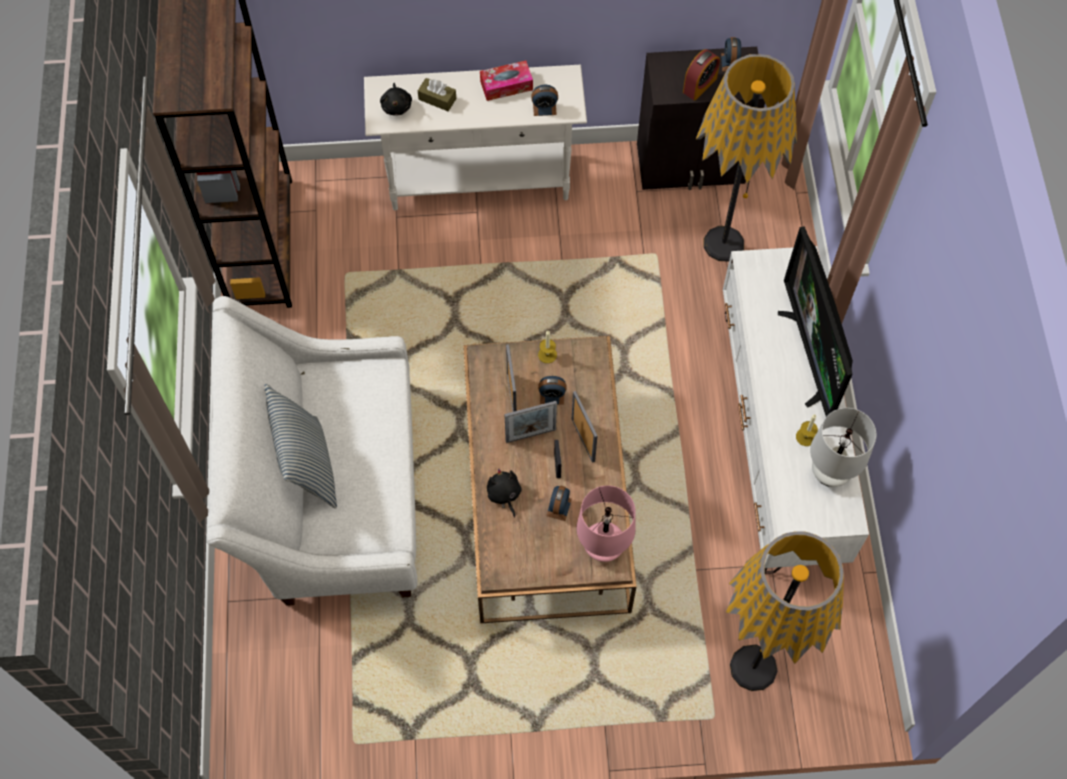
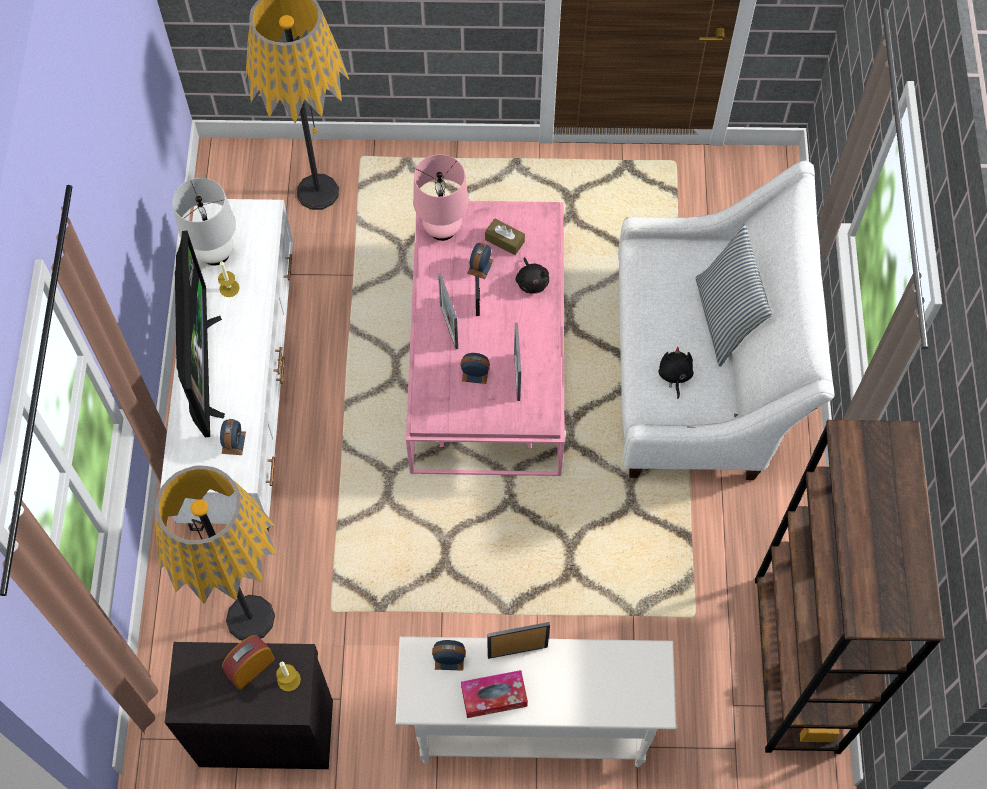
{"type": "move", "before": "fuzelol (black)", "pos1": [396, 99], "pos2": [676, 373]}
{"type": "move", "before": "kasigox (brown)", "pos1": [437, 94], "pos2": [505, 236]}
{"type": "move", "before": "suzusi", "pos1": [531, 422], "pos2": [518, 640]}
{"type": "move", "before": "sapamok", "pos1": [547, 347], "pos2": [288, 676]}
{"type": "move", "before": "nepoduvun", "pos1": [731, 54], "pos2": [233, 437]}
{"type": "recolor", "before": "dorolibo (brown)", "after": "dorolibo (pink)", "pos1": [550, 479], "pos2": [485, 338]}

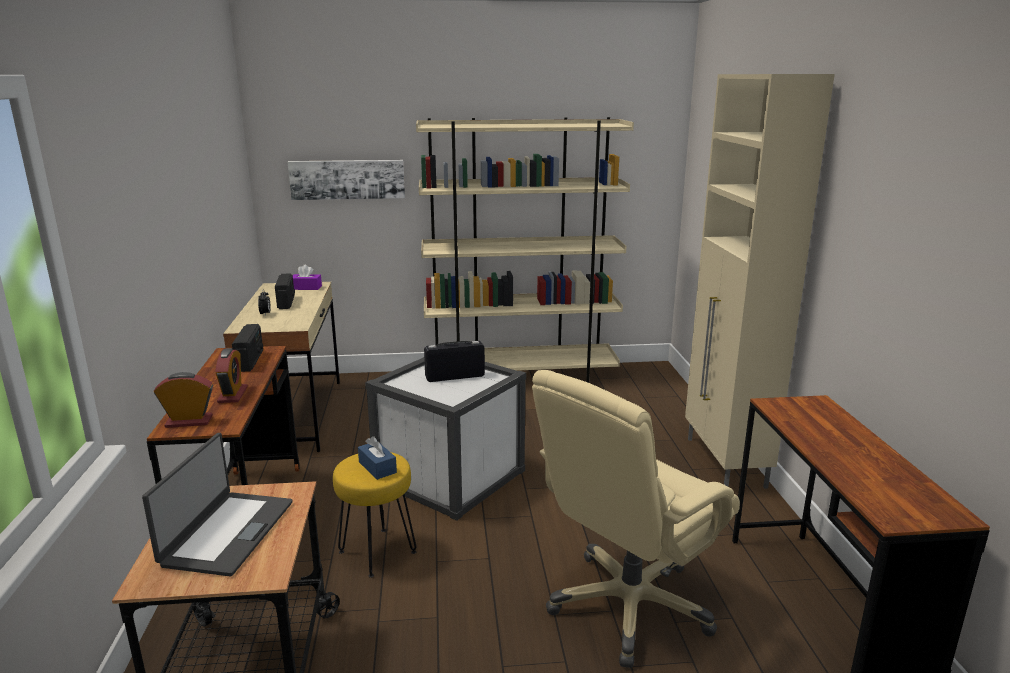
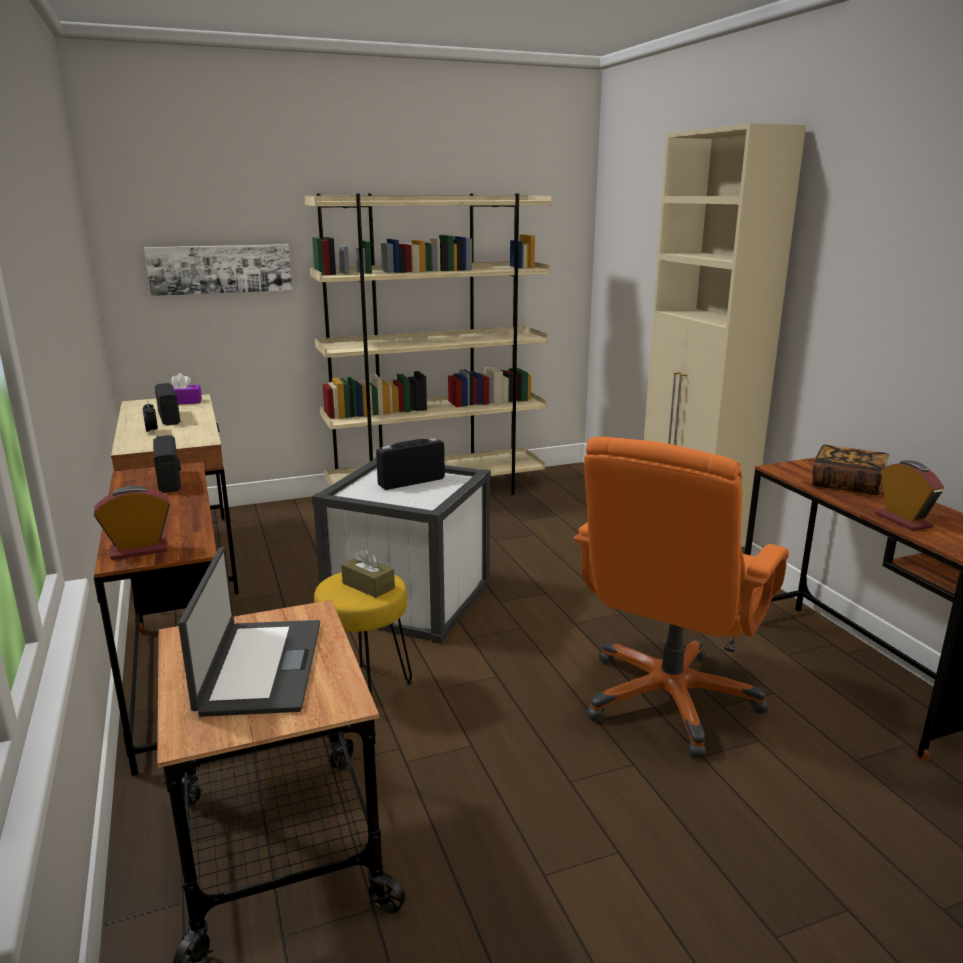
{"type": "insert", "after": "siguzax", "pos2": [850, 470]}
{"type": "move", "before": "nepoduvun", "pos1": [231, 375], "pos2": [909, 495]}
{"type": "recolor", "before": "kasigox (blue)", "after": "kasigox (brown)", "pos1": [377, 458], "pos2": [368, 573]}
{"type": "recolor", "before": "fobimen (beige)", "after": "fobimen (orange)", "pos1": [636, 519], "pos2": [681, 597]}

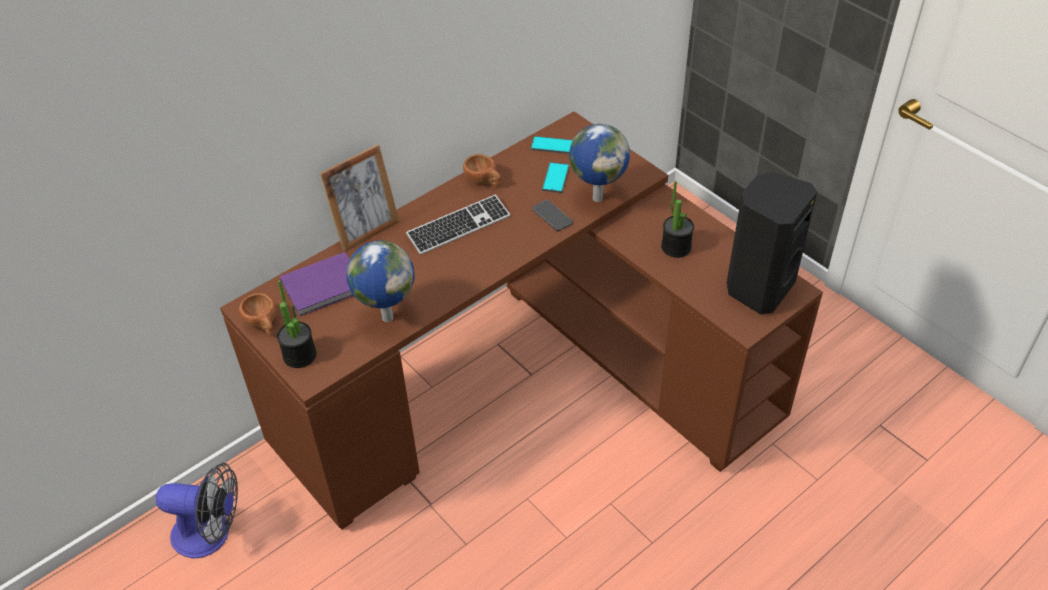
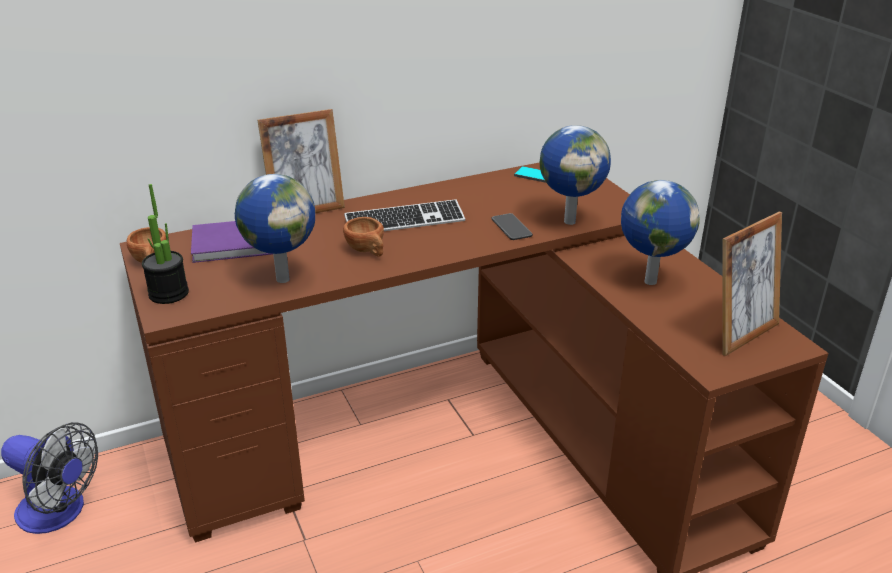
{"type": "delete", "before": "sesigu", "pos1": [555, 177]}
{"type": "move", "before": "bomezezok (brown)", "pos1": [482, 170], "pos2": [363, 237]}
{"type": "replace", "before": "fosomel", "after": "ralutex", "pos1": [677, 219], "pos2": [660, 232]}
{"type": "replace", "before": "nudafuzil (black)", "after": "suzusi", "pos1": [772, 243], "pos2": [752, 284]}

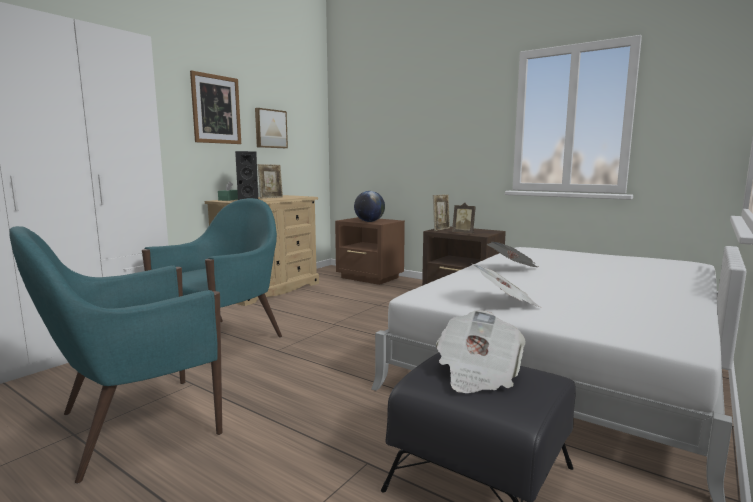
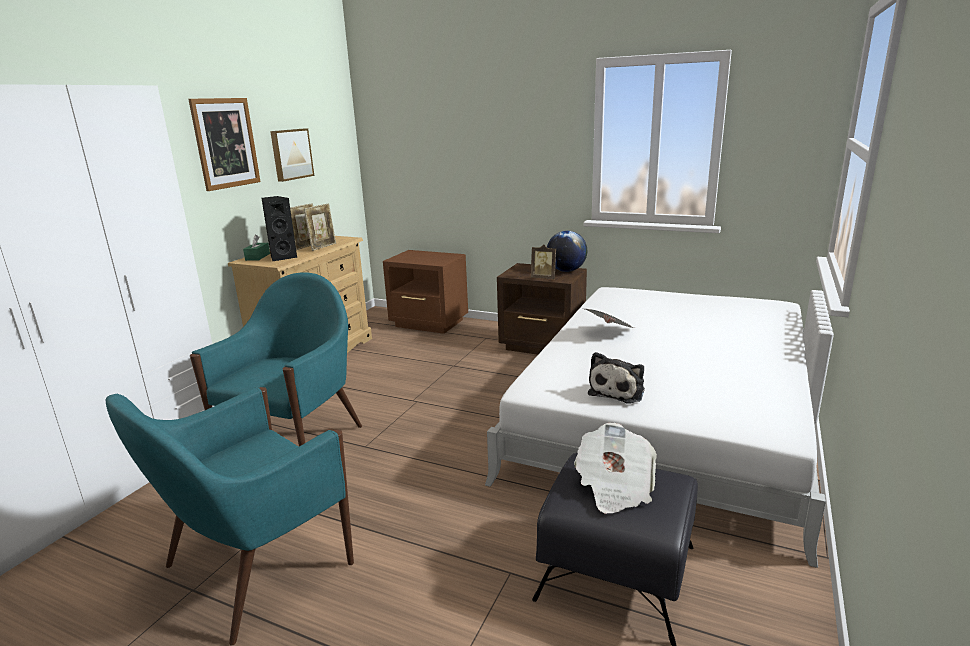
{"type": "move", "before": "ralutex", "pos1": [369, 206], "pos2": [567, 251]}
{"type": "move", "before": "suzusi", "pos1": [441, 212], "pos2": [320, 227]}
{"type": "replace", "before": "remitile", "after": "fuzelol", "pos1": [507, 286], "pos2": [616, 377]}

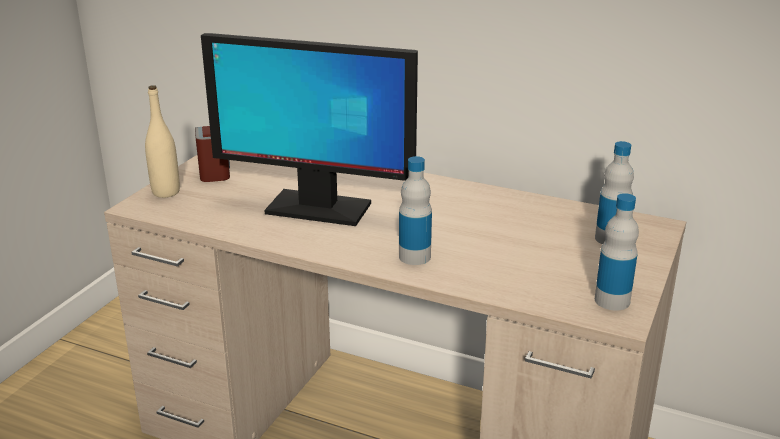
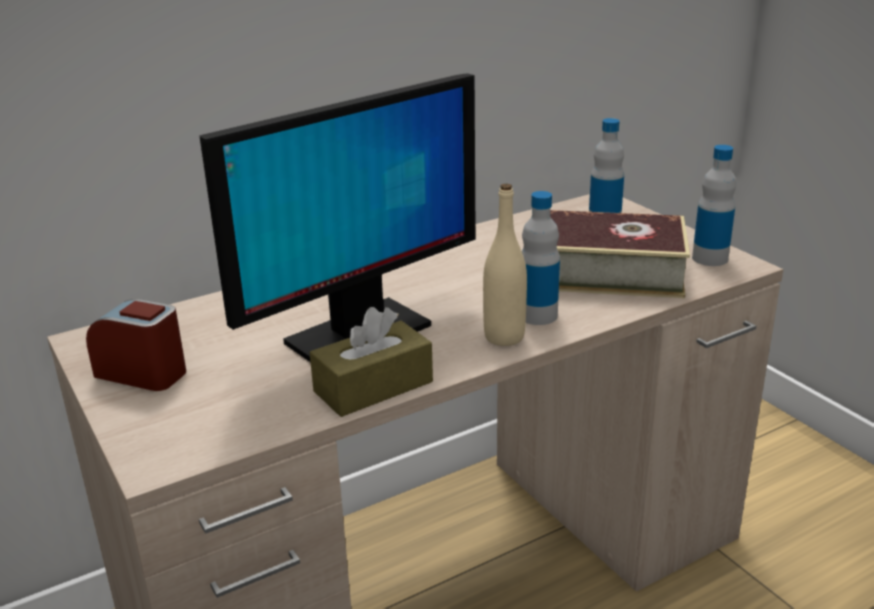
{"type": "insert", "after": "kasigox (brown)", "pos2": [371, 362]}
{"type": "insert", "after": "siguzax", "pos2": [620, 254]}
{"type": "move", "before": "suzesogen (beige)", "pos1": [162, 141], "pos2": [505, 265]}

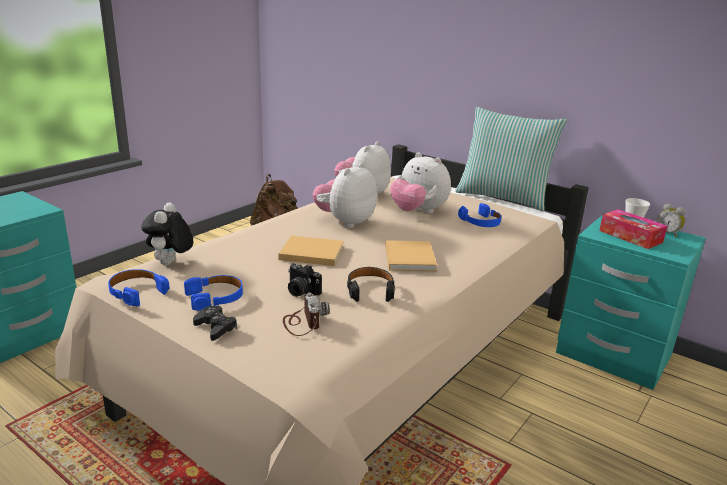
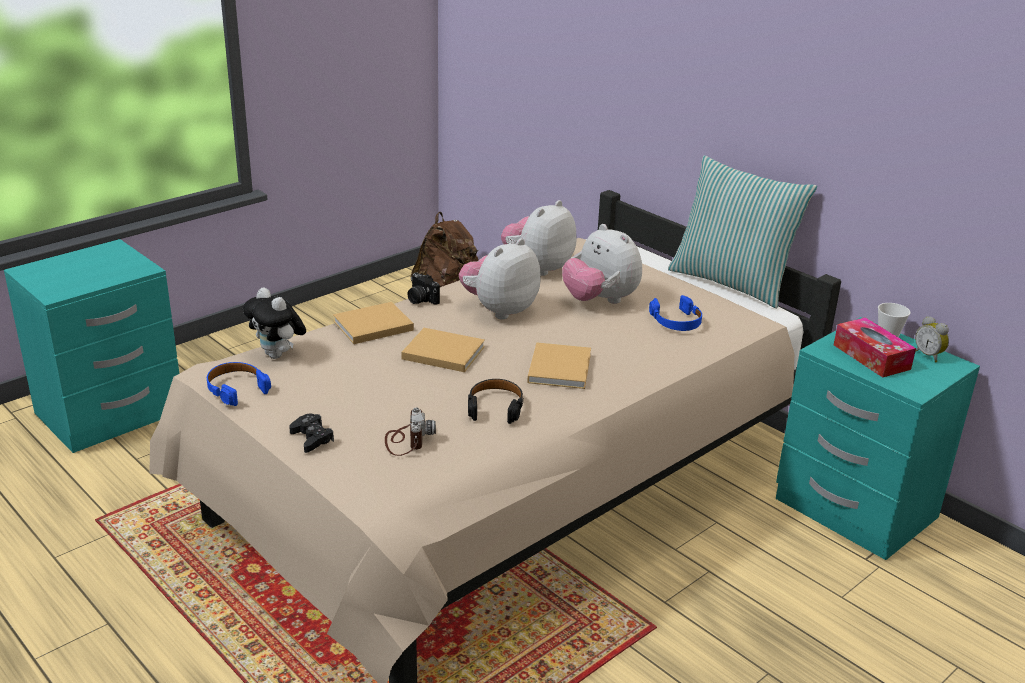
{"type": "delete", "before": "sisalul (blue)", "pos1": [213, 293]}
{"type": "insert", "after": "siguzax (beige)", "pos2": [373, 323]}
{"type": "move", "before": "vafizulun", "pos1": [305, 280], "pos2": [423, 288]}
{"type": "rotate", "before": "fuzelol", "pos1": [167, 234], "pos2": [274, 323], "turn": -60}

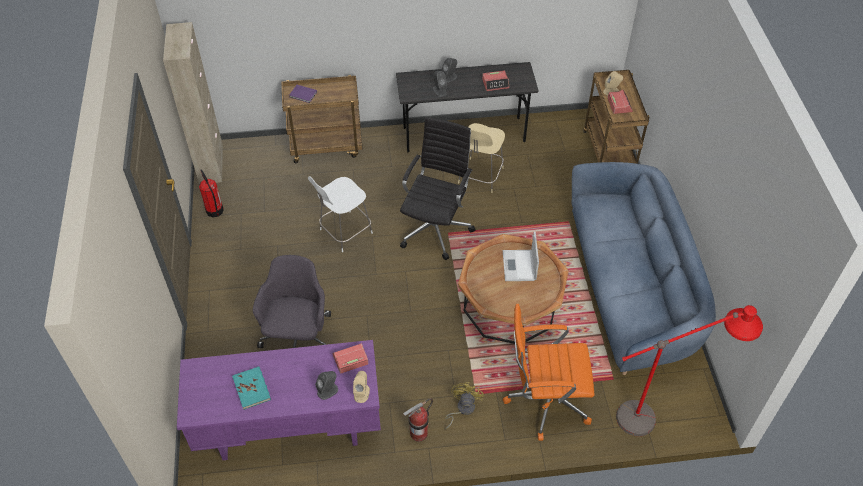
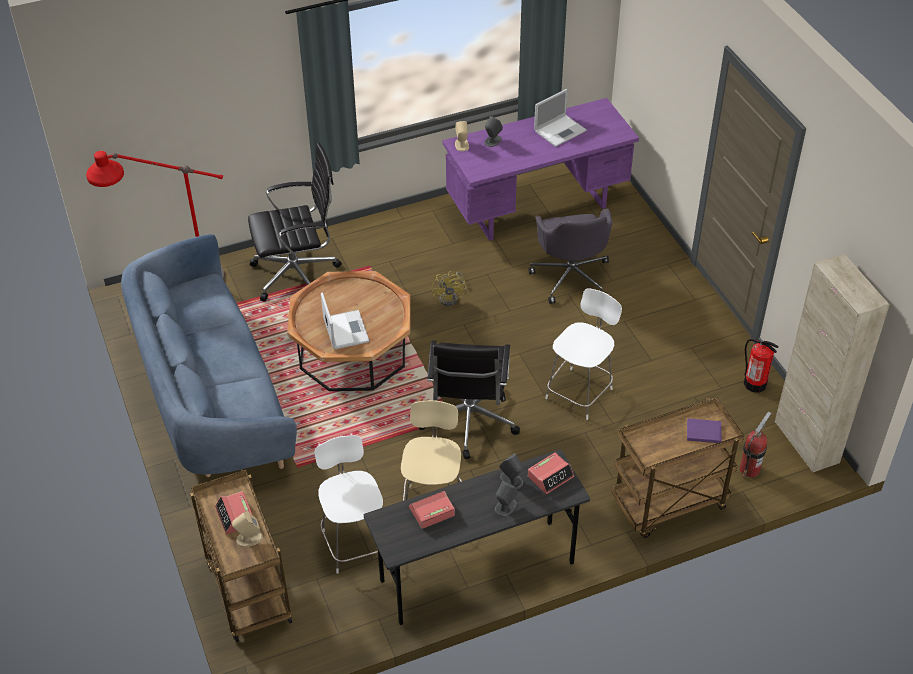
{"type": "insert", "after": "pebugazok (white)", "pos2": [348, 504]}
{"type": "move", "before": "nepoduvun", "pos1": [350, 358], "pos2": [551, 473]}
{"type": "move", "before": "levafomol", "pos1": [418, 420], "pos2": [755, 445]}
{"type": "move", "before": "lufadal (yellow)", "pos1": [464, 406], "pos2": [449, 288]}
{"type": "replace", "before": "siguzax (turquoise)", "after": "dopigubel", "pos1": [251, 388], "pos2": [560, 118]}
{"type": "recolor", "before": "fobimen (orange)", "after": "fobimen (black)", "pos1": [548, 372], "pos2": [295, 222]}

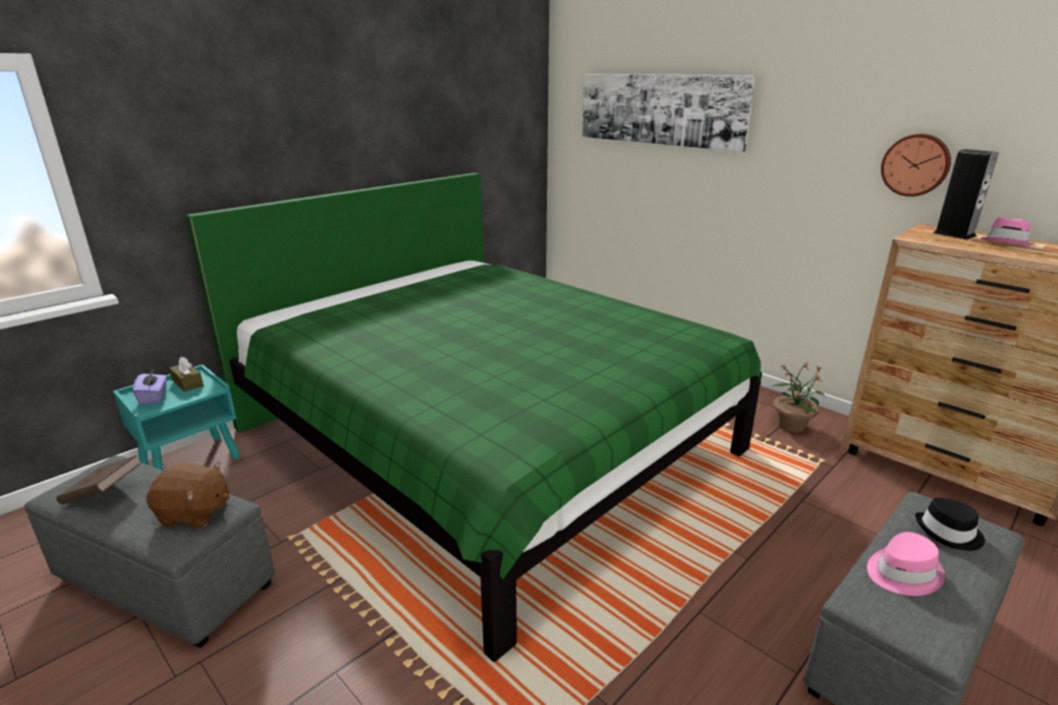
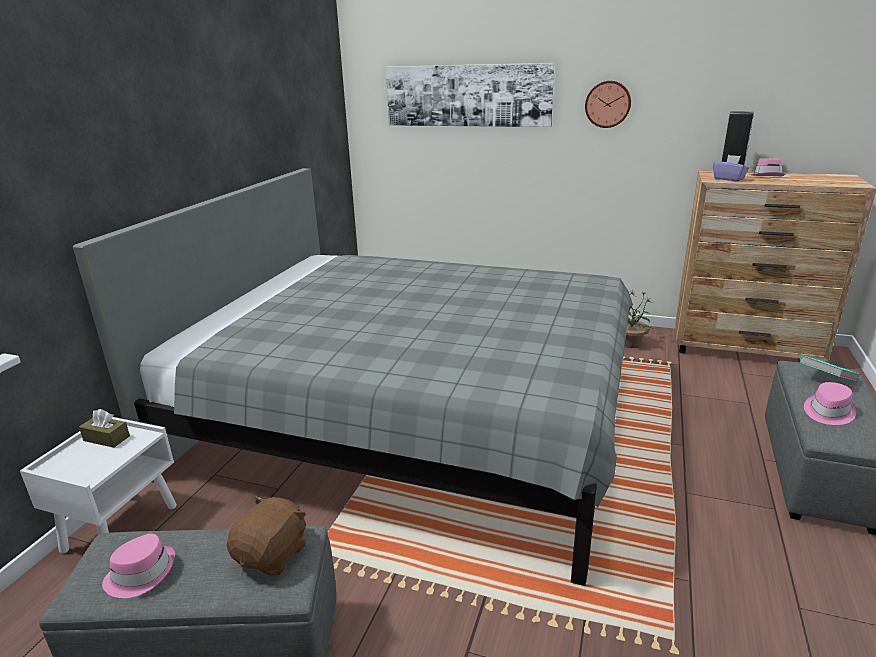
{"type": "move", "before": "kasigox (purple)", "pos1": [150, 386], "pos2": [731, 168]}
{"type": "move", "before": "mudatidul", "pos1": [916, 165], "pos2": [608, 104]}
{"type": "replace", "before": "siguzax (brown)", "after": "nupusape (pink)", "pos1": [99, 480], "pos2": [138, 566]}
{"type": "replace", "before": "nupusape (black)", "after": "siguzax (turquoise)", "pos1": [950, 524], "pos2": [830, 368]}
{"type": "recolor", "before": "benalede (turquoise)", "after": "benalede (white)", "pos1": [176, 417], "pos2": [98, 485]}
{"type": "recolor", "before": "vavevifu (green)", "after": "vavevifu (grey)", "pos1": [474, 417], "pos2": [353, 377]}
{"type": "rotate", "before": "fuzelol (brown)", "pos1": [188, 495], "pos2": [266, 535], "turn": -45}

